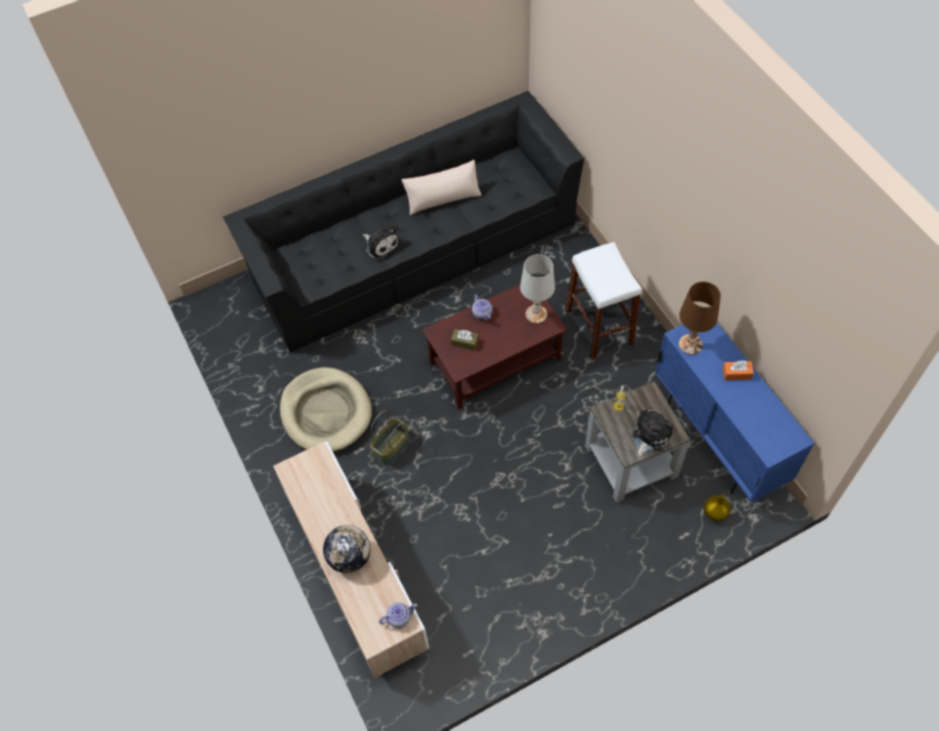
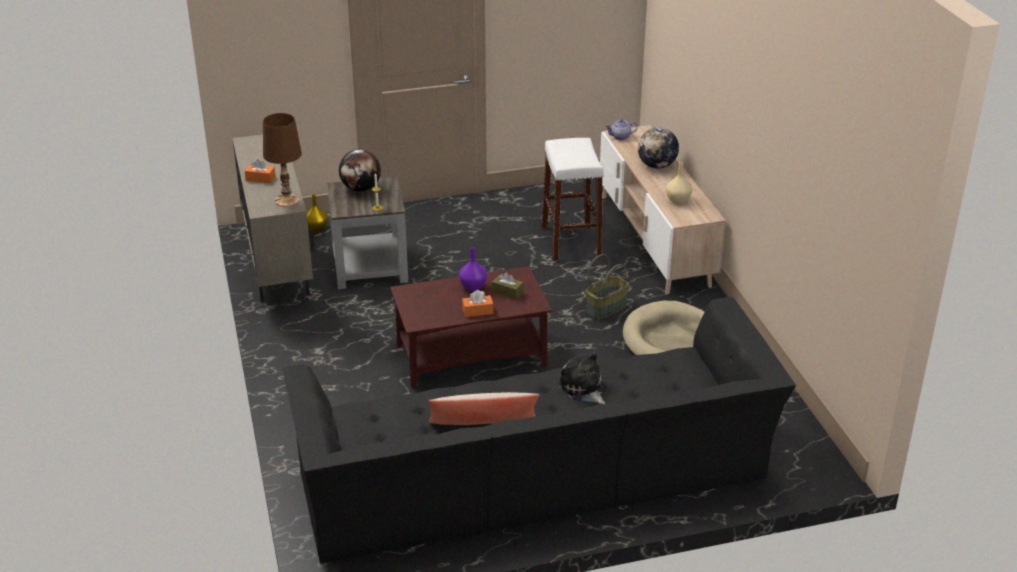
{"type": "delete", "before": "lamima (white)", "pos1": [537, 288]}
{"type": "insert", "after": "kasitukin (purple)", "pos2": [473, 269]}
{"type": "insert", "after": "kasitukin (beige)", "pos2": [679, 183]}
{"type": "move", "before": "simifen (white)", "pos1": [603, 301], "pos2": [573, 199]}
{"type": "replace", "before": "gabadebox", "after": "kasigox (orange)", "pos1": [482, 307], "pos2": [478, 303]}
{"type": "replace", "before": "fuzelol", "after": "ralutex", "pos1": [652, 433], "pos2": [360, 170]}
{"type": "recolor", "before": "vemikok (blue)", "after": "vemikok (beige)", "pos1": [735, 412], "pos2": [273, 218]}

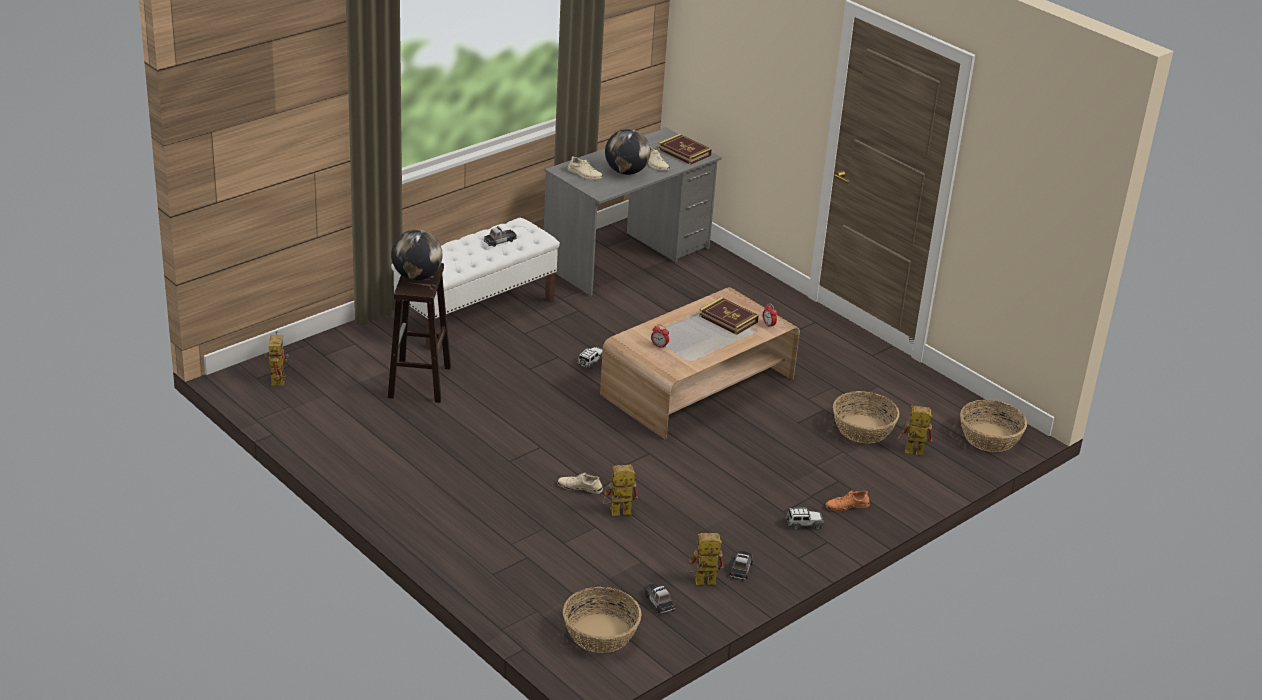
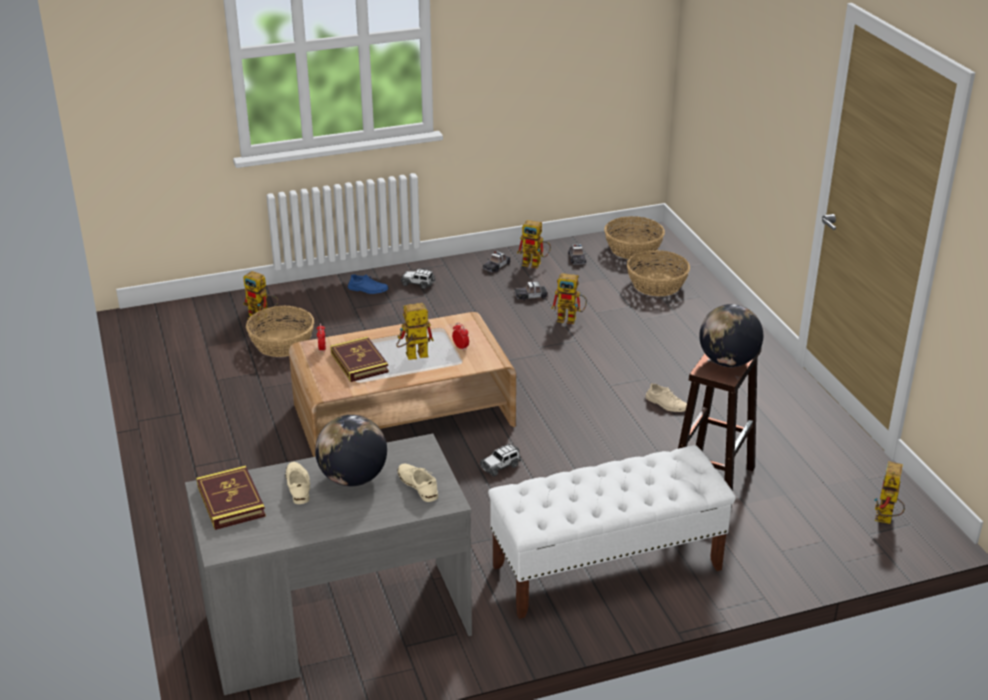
{"type": "insert", "after": "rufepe", "pos2": [415, 331]}
{"type": "move", "before": "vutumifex", "pos1": [500, 236], "pos2": [531, 291]}
{"type": "move", "before": "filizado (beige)", "pos1": [580, 483], "pos2": [666, 397]}
{"type": "move", "before": "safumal", "pos1": [993, 426], "pos2": [658, 273]}
{"type": "recolor", "before": "filizado (orange)", "after": "filizado (blue)", "pos1": [847, 500], "pos2": [368, 284]}

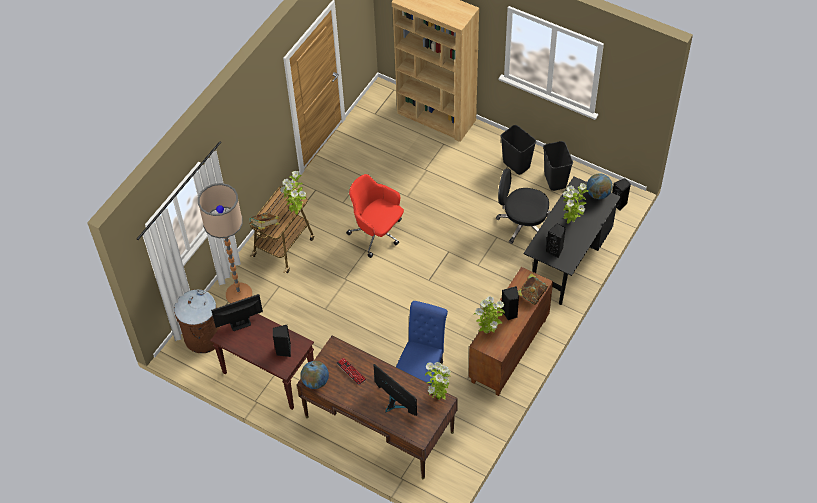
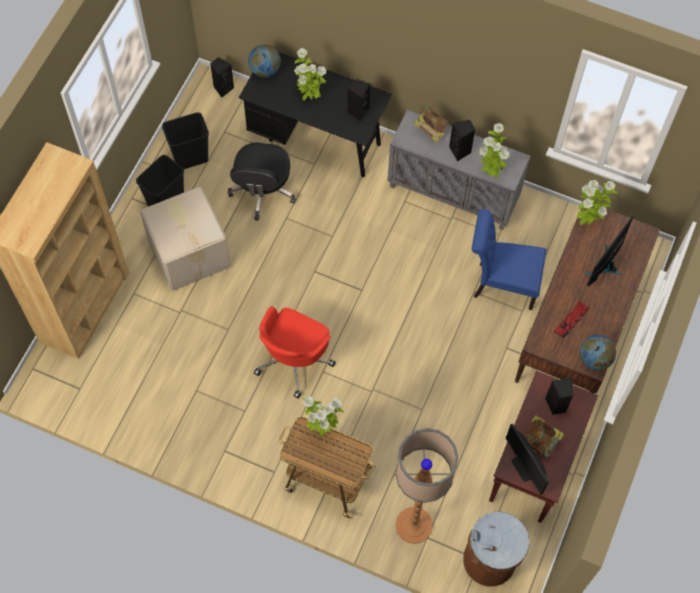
{"type": "insert", "after": "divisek", "pos2": [185, 239]}
{"type": "move", "before": "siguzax", "pos1": [264, 221], "pos2": [544, 436]}
{"type": "recolor", "before": "vemikok (brown)", "after": "vemikok (grey)", "pos1": [511, 331], "pos2": [458, 170]}

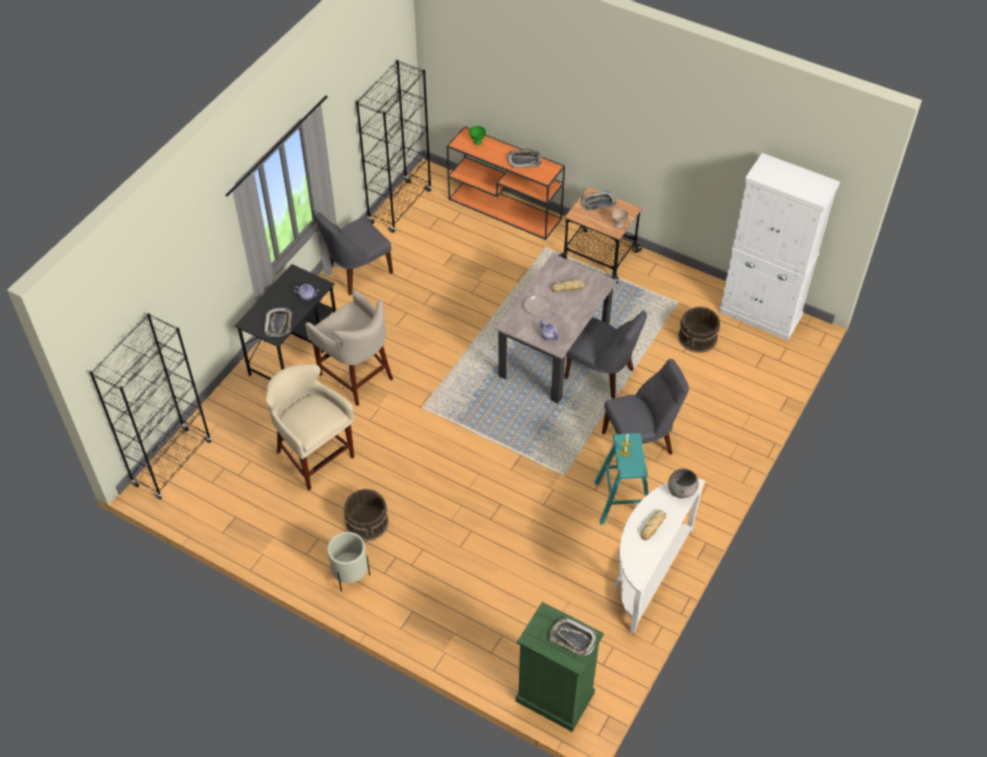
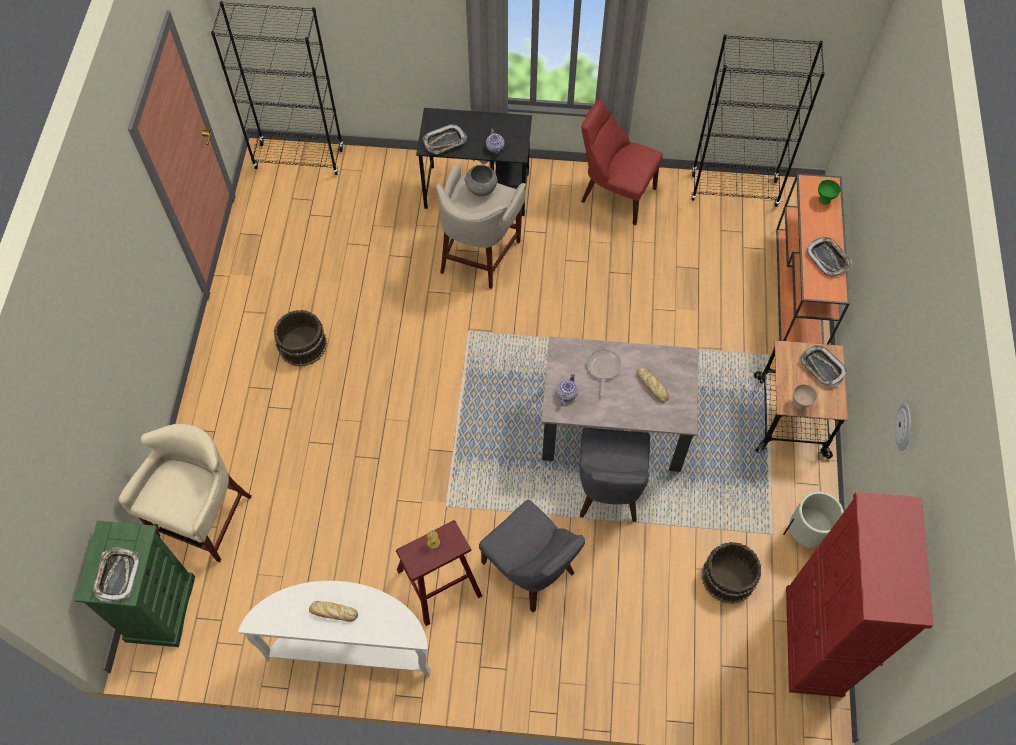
{"type": "insert", "after": "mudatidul", "pos2": [903, 427]}
{"type": "move", "before": "simifen (beige)", "pos1": [310, 427], "pos2": [185, 493]}
{"type": "move", "before": "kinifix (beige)", "pos1": [348, 562], "pos2": [813, 519]}
{"type": "move", "before": "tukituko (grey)", "pos1": [683, 483], "pos2": [480, 180]}
{"type": "recolor", "before": "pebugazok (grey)", "after": "pebugazok (red)", "pos1": [353, 253], "pos2": [622, 162]}
{"type": "recolor", "before": "simifen (turquoise)", "after": "simifen (red)", "pos1": [621, 478], "pos2": [439, 573]}
{"type": "recolor", "before": "vemikok (white)", "after": "vemikok (red)", "pos1": [779, 246], "pos2": [860, 594]}

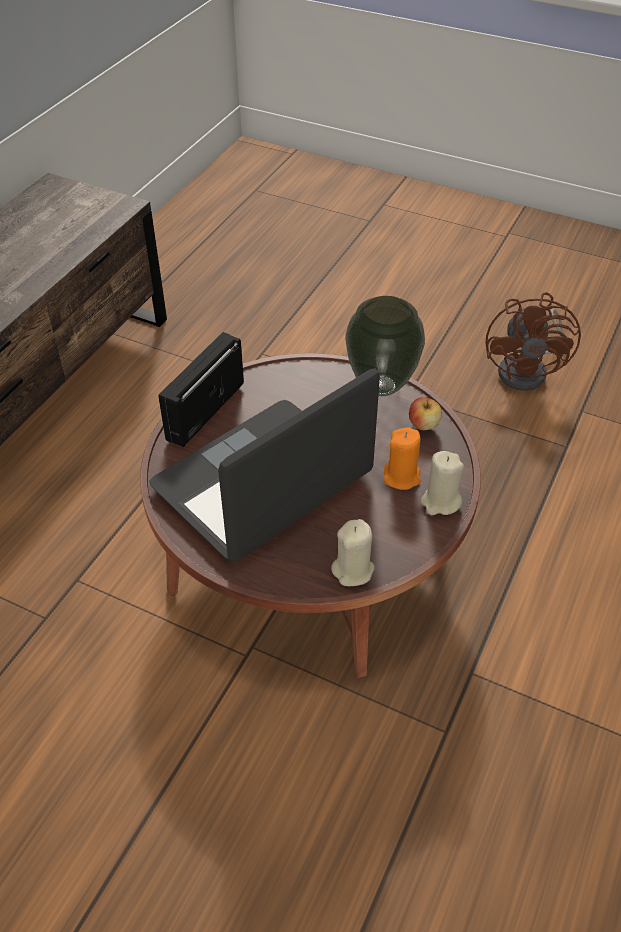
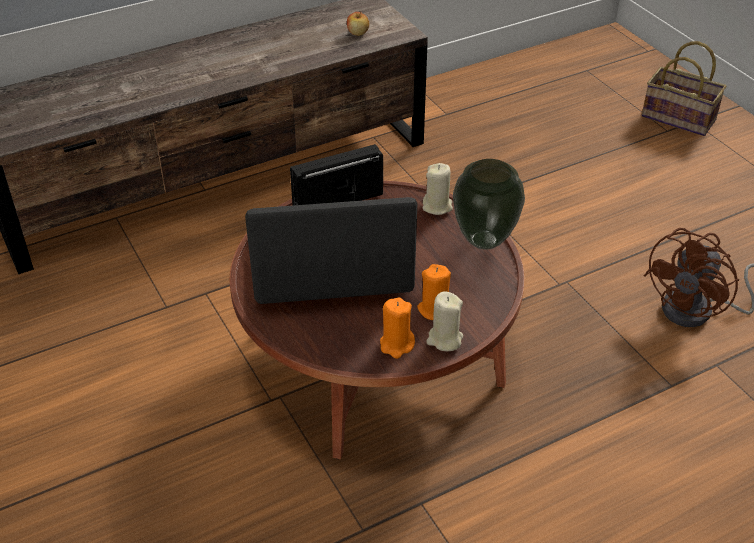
{"type": "insert", "after": "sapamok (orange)", "pos2": [397, 328]}
{"type": "insert", "after": "safumal", "pos2": [684, 88]}
{"type": "move", "before": "sapamok (beige)", "pos1": [353, 552], "pos2": [437, 189]}
{"type": "move", "before": "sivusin", "pos1": [425, 413], "pos2": [358, 24]}

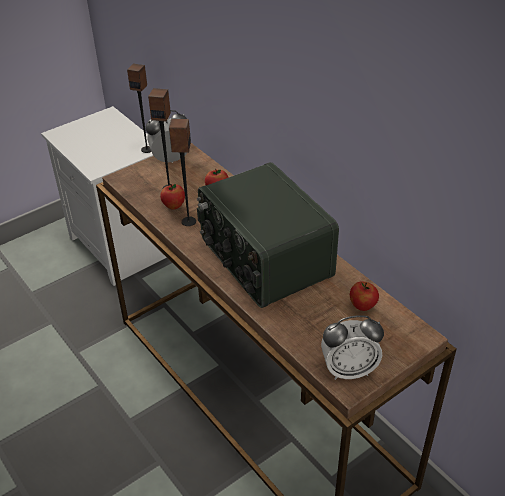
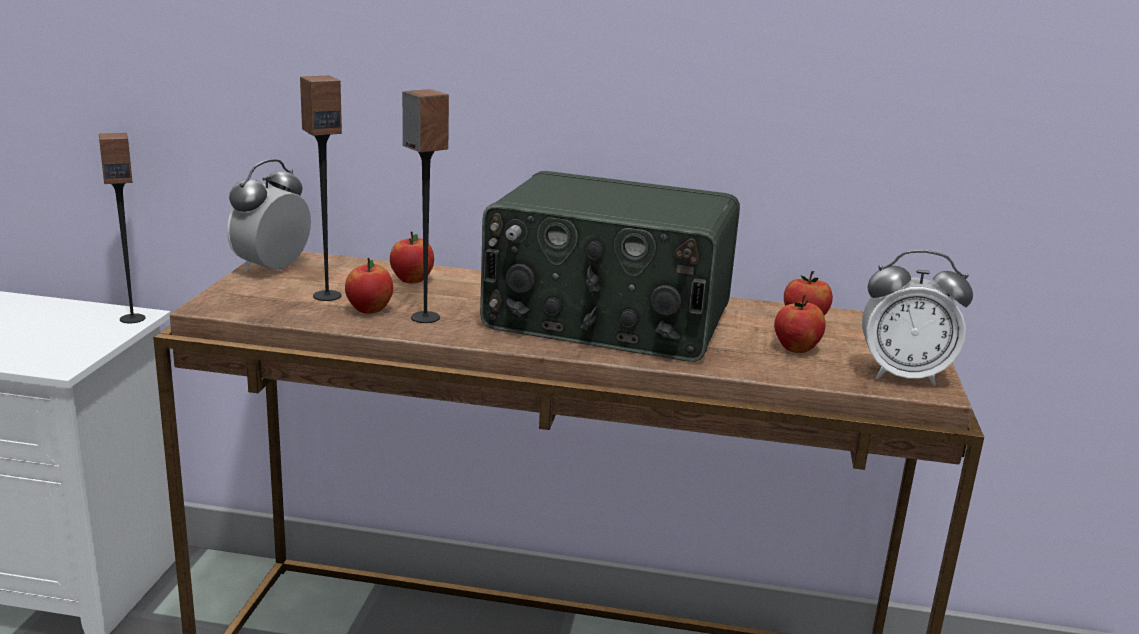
{"type": "insert", "after": "sivusin", "pos2": [800, 324]}
{"type": "rotate", "before": "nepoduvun", "pos1": [352, 347], "pos2": [917, 318], "turn": 60}

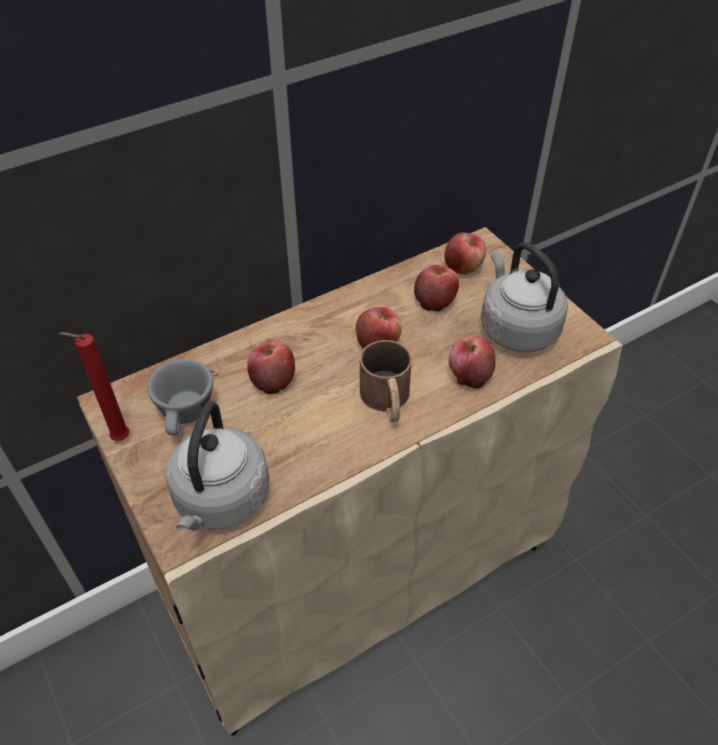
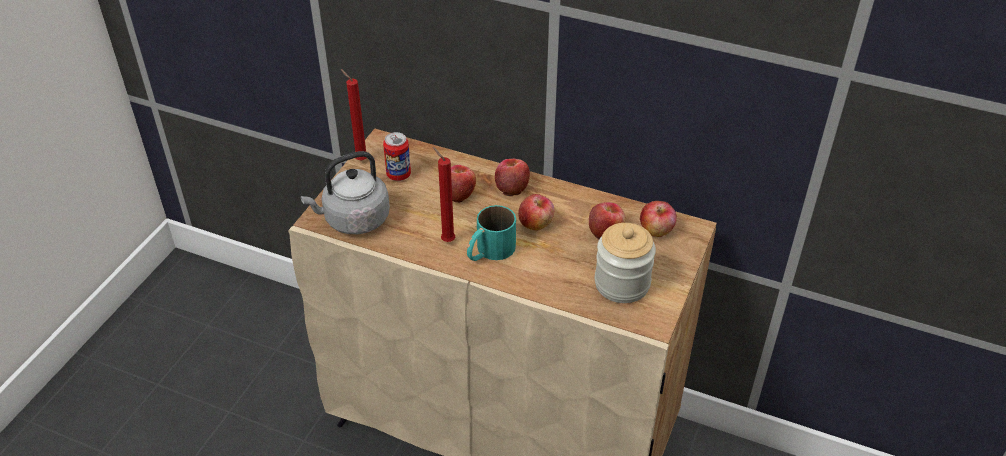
{"type": "insert", "after": "sapamok (red)", "pos2": [444, 194]}
{"type": "move", "before": "sivusin", "pos1": [472, 362], "pos2": [512, 177]}
{"type": "replace", "before": "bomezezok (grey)", "after": "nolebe", "pos1": [180, 397], "pos2": [397, 156]}
{"type": "replace", "before": "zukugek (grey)", "after": "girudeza", "pos1": [524, 297], "pos2": [625, 263]}
{"type": "recolor", "before": "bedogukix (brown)", "after": "bedogukix (turquoise)", "pos1": [386, 381], "pos2": [491, 233]}

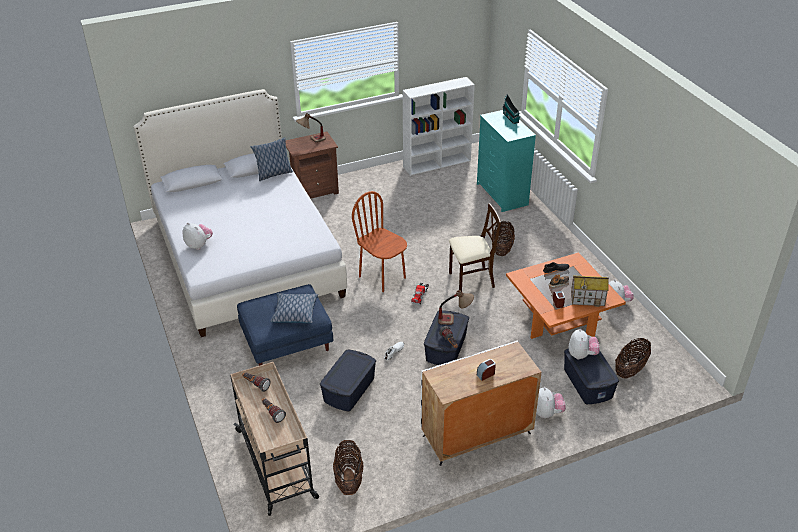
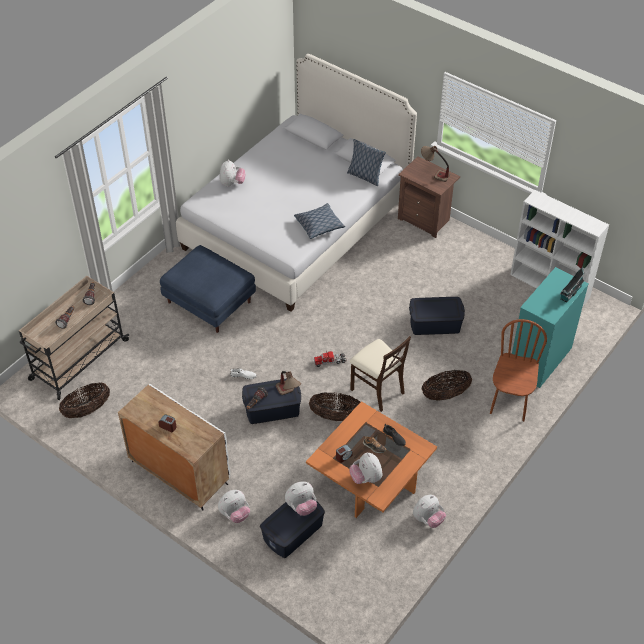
{"type": "move", "before": "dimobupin", "pos1": [294, 308], "pos2": [319, 221]}
{"type": "move", "before": "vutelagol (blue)", "pos1": [348, 380], "pos2": [437, 316]}
{"type": "move", "before": "pebugazok (brown)", "pos1": [379, 241], "pos2": [518, 370]}
{"type": "move", "before": "safumal", "pos1": [633, 358], "pos2": [334, 406]}
{"type": "replace", "before": "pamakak", "after": "fuzelol", "pos1": [590, 291], "pos2": [366, 468]}

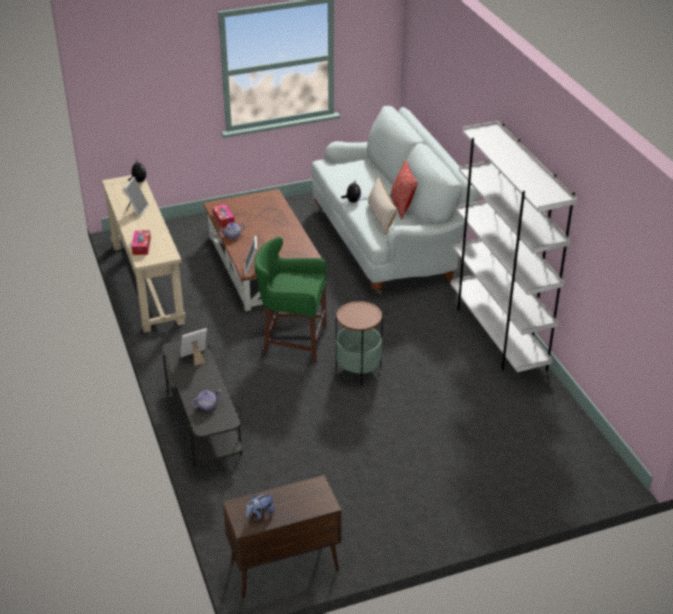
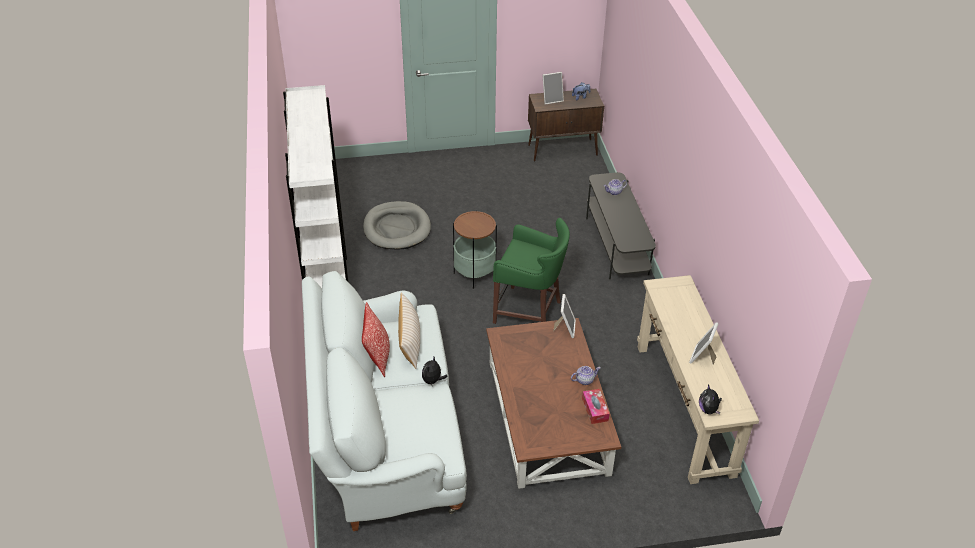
{"type": "delete", "before": "kasigox", "pos1": [141, 242]}
{"type": "insert", "after": "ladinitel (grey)", "pos2": [397, 225]}
{"type": "move", "before": "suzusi", "pos1": [193, 347], "pos2": [553, 88]}

